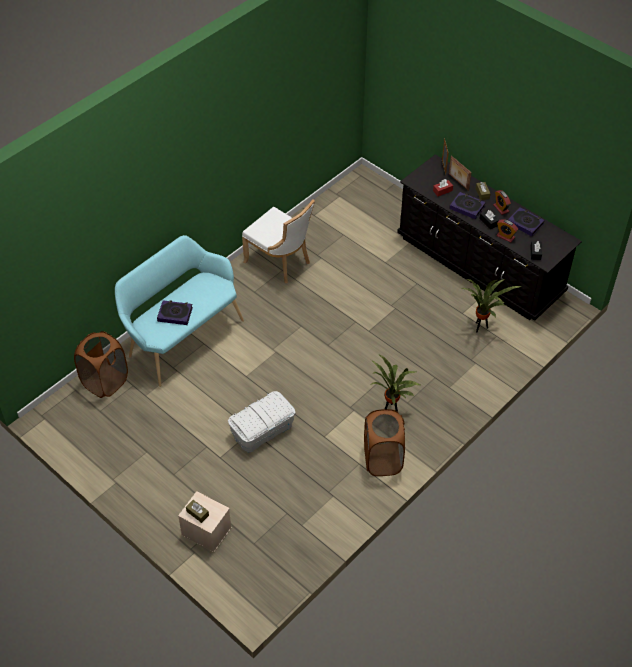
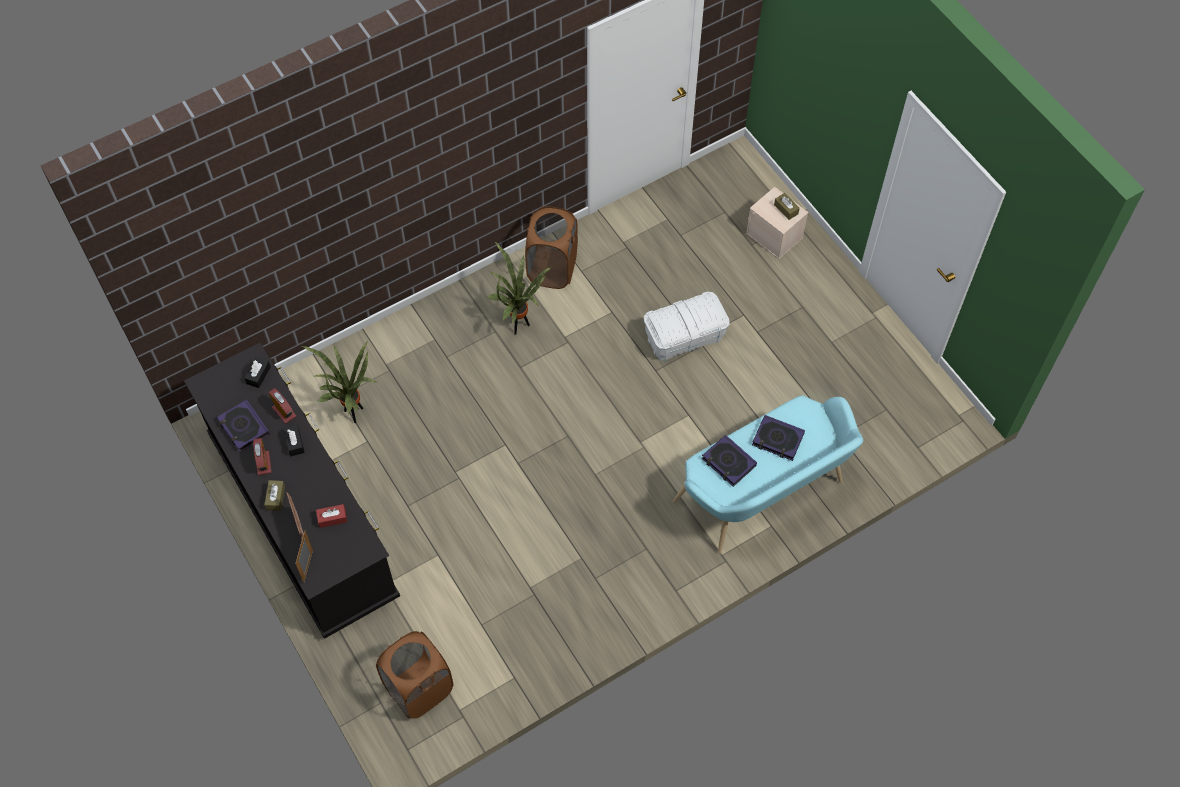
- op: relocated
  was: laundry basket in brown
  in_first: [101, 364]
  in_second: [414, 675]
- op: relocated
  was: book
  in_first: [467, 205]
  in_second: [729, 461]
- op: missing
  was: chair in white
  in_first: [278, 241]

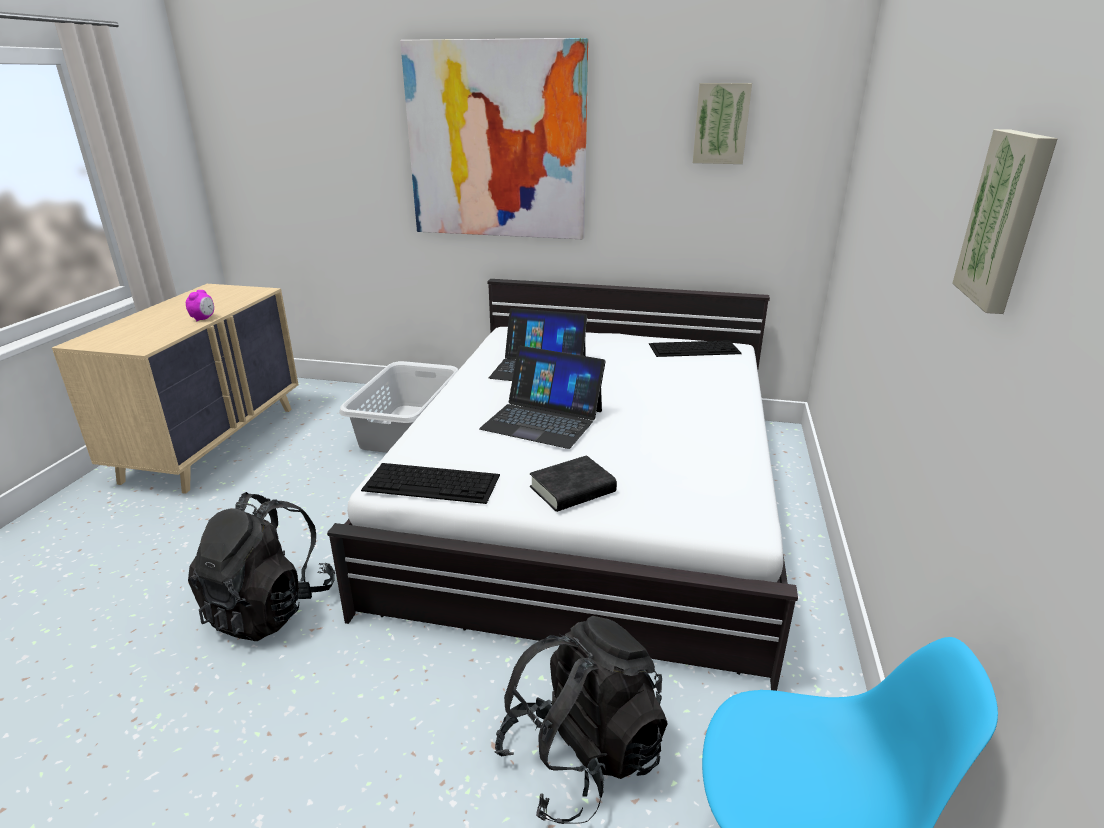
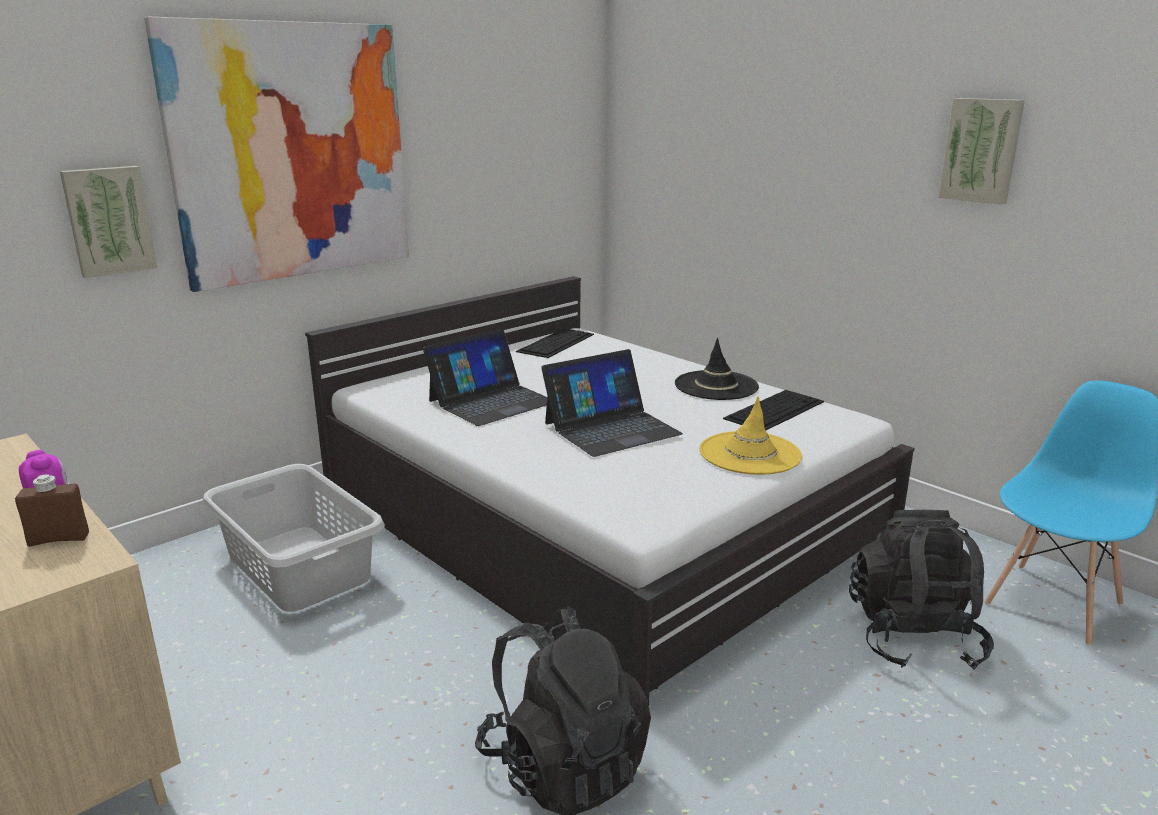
- op: appeared
  now: bottle in brown
  in_second: [52, 510]
- op: relocated
  was: picture
  in_first: [722, 123]
  in_second: [108, 222]
- op: appeared
  now: hat in black
  in_second: [717, 369]
- op: exchanged
  was: book in black
  now: hat in yellow
  in_first: [573, 483]
  in_second: [750, 436]
- op: relocated
  was: keyboard
  in_first: [430, 483]
  in_second: [773, 410]

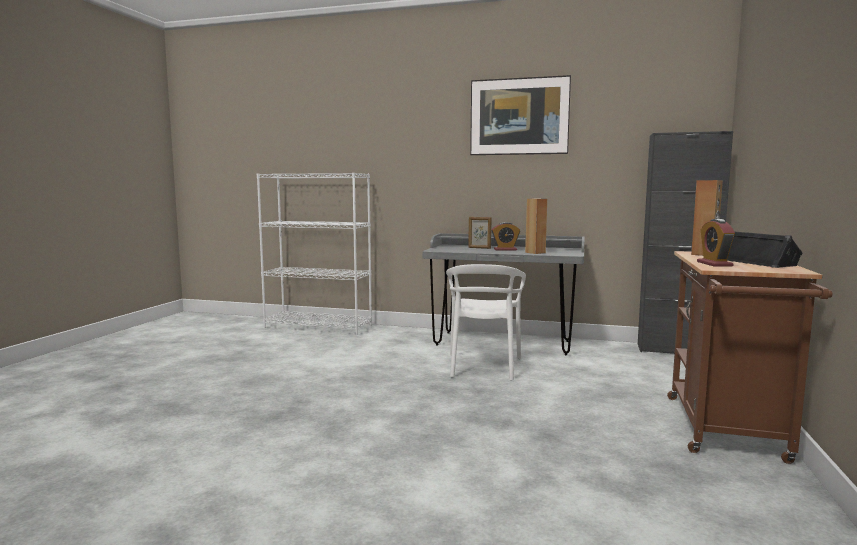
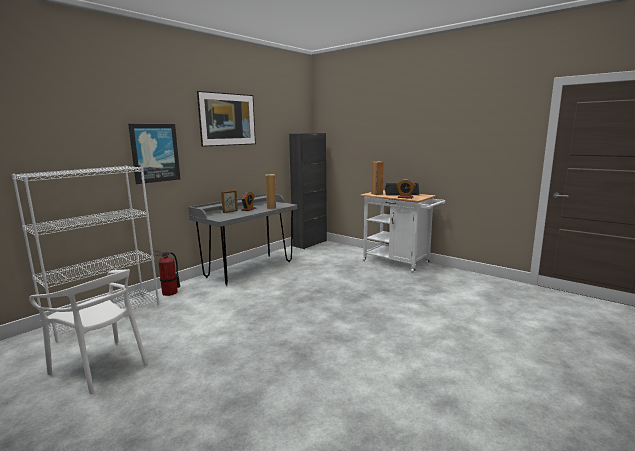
- op: relocated
  was: chair in white
  in_first: [486, 322]
  in_second: [88, 331]
- op: appeared
  now: picture
  in_second: [154, 154]
- op: appeared
  now: fire extinguisher
  in_second: [167, 273]
- op: colour
  was: cart in brown
  now: cart in white
  in_first: [749, 357]
  in_second: [402, 231]

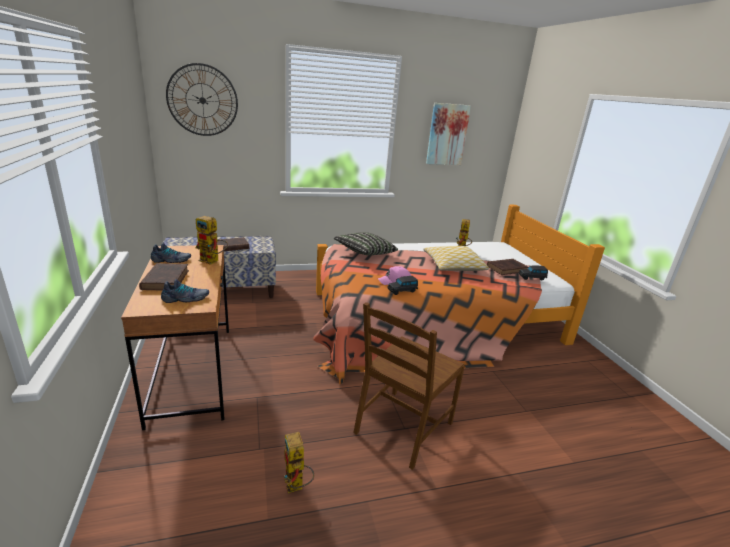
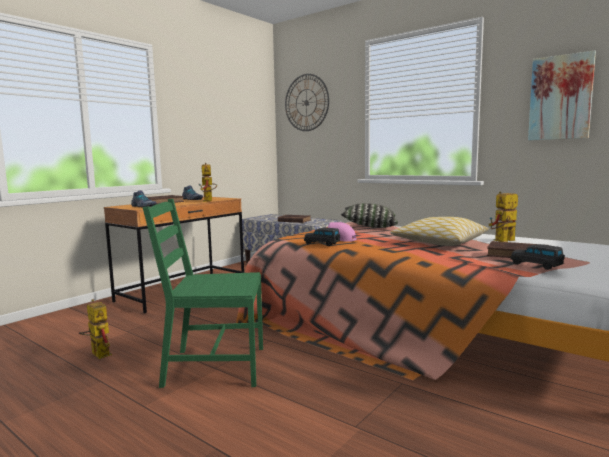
- op: spun
  was: toy robot
  in_first: [299, 462]
  in_second: [95, 329]
  clockwise: 105
- op: colour
  was: chair in brown
  now: chair in green
  in_first: [409, 386]
  in_second: [203, 293]

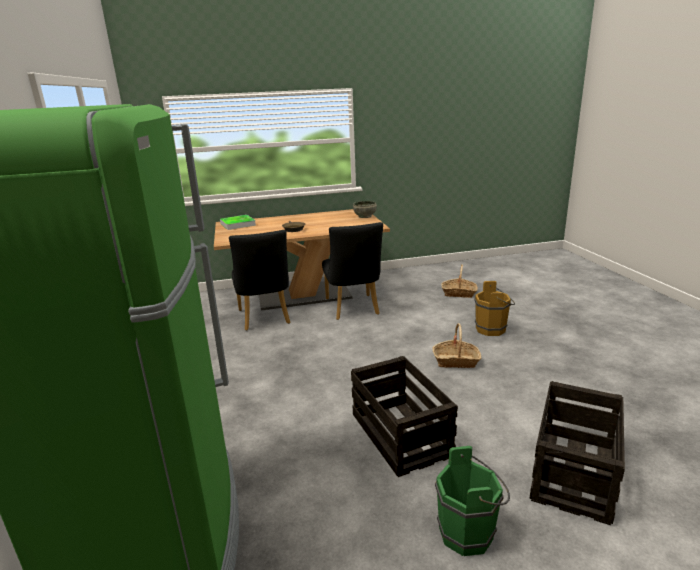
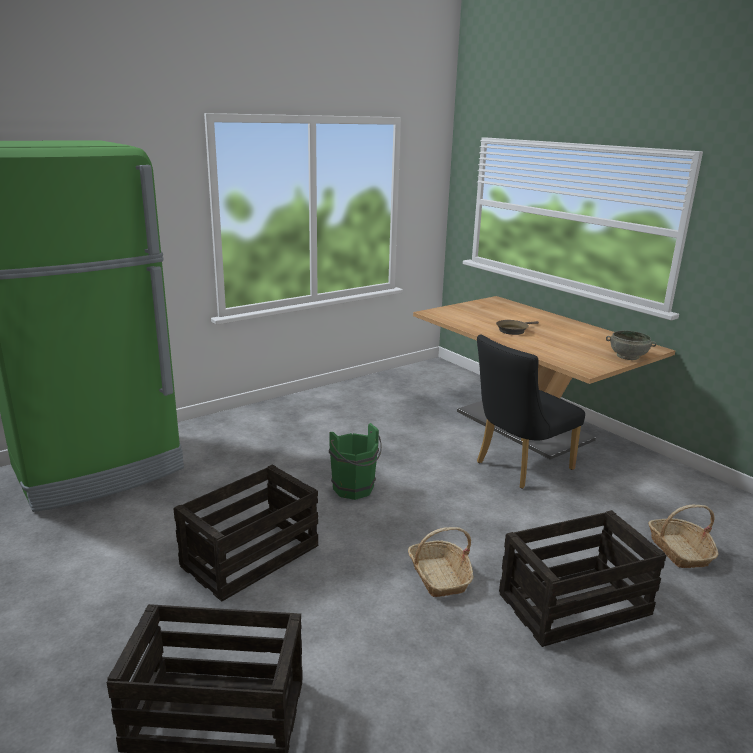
- op: relocated
  was: bucket in green
  in_first: [472, 501]
  in_second: [355, 461]
- op: exchanged
  was: bucket in brown
  now: crate
  in_first: [494, 308]
  in_second: [583, 578]
- op: missing
  was: tray
  in_first: [238, 222]
- op: missing
  was: chair in black
  in_first: [259, 280]

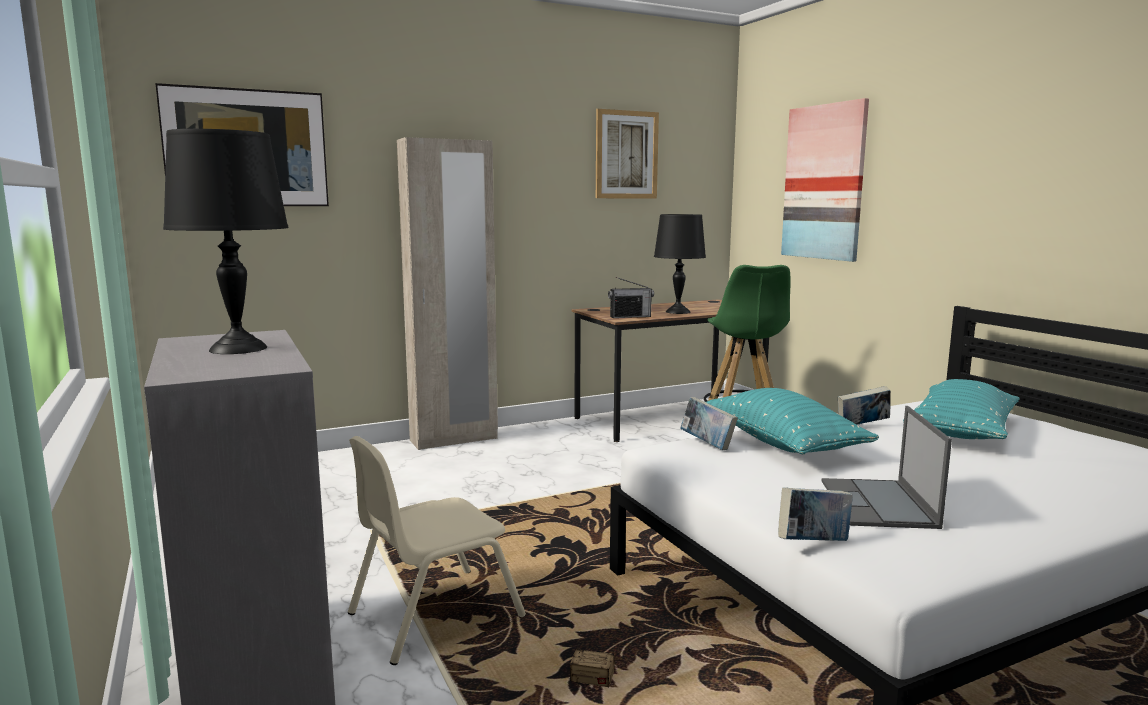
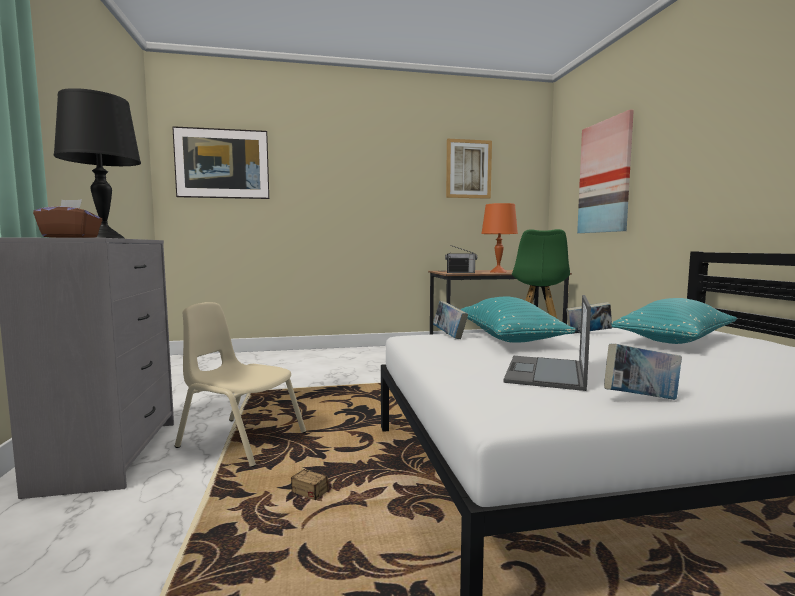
- op: appeared
  now: tissue box in brown
  in_second: [67, 218]
- op: spun
  was: chair in beige
  in_first: [437, 550]
  in_second: [240, 384]
  clockwise: 45
- op: colour
  was: table lamp in black
  now: table lamp in orange
  in_first: [680, 264]
  in_second: [499, 238]
- op: relocated
  was: book
  in_first: [815, 514]
  in_second: [643, 372]
- op: missing
  was: wardrobe in beige
  in_first: [447, 293]

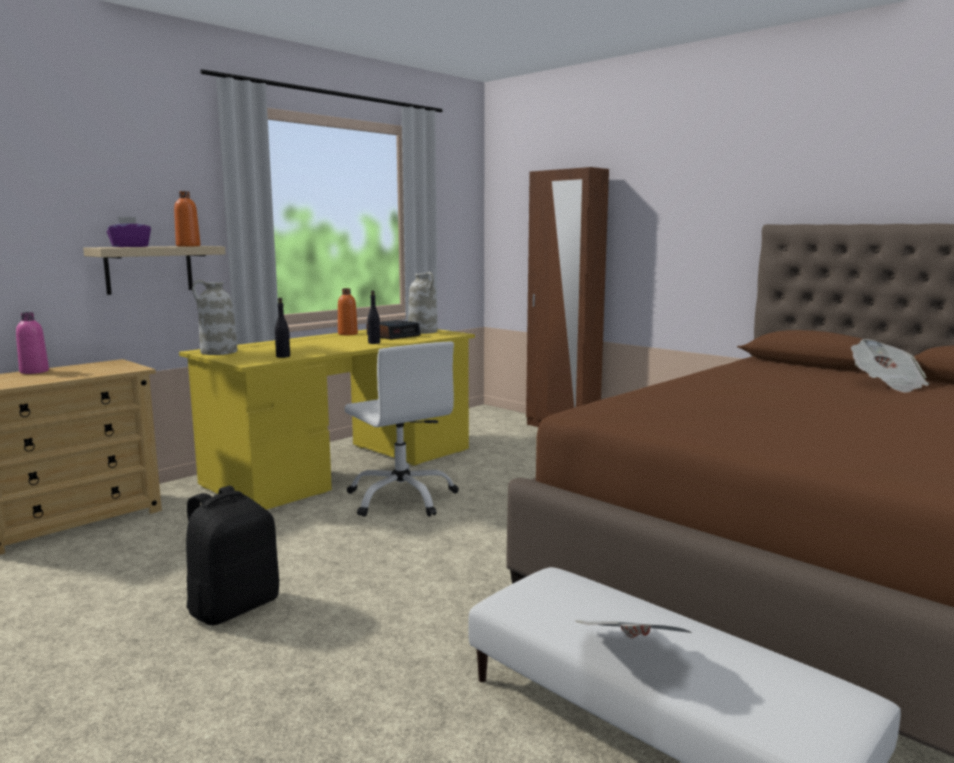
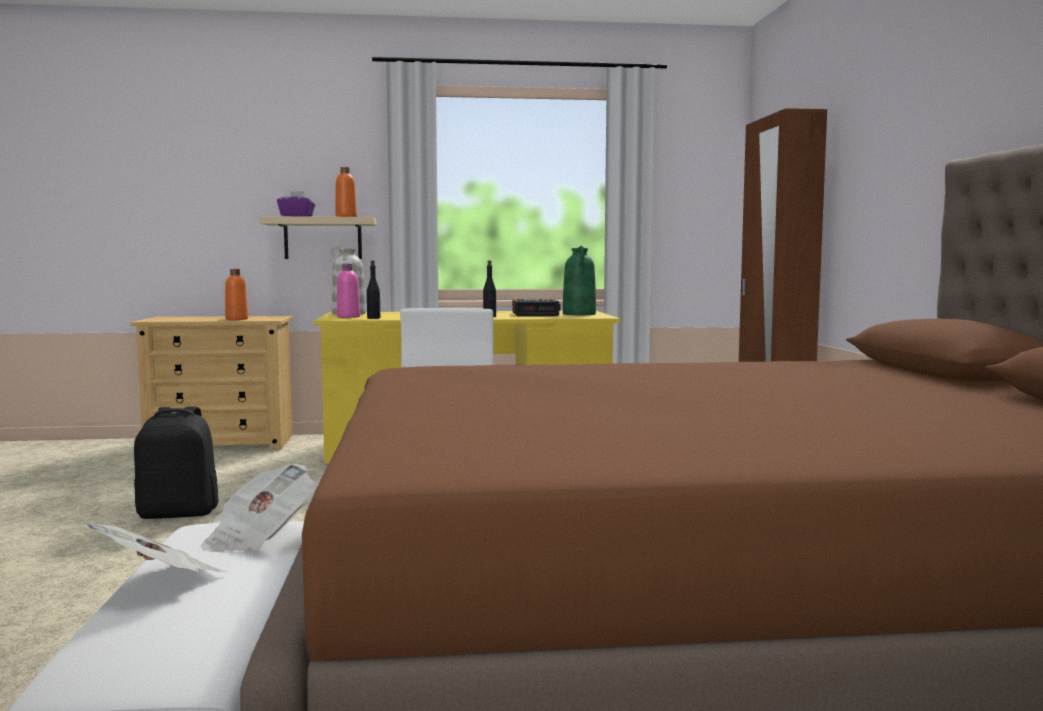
- op: relocated
  was: newspaper
  in_first: [890, 365]
  in_second: [259, 508]
- op: relocated
  was: bottle in orange
  in_first: [348, 311]
  in_second: [236, 294]
- op: relocated
  was: bottle in pink
  in_first: [32, 343]
  in_second: [348, 291]
- op: colour
  was: vase in white
  now: vase in green
  in_first: [423, 303]
  in_second: [579, 280]

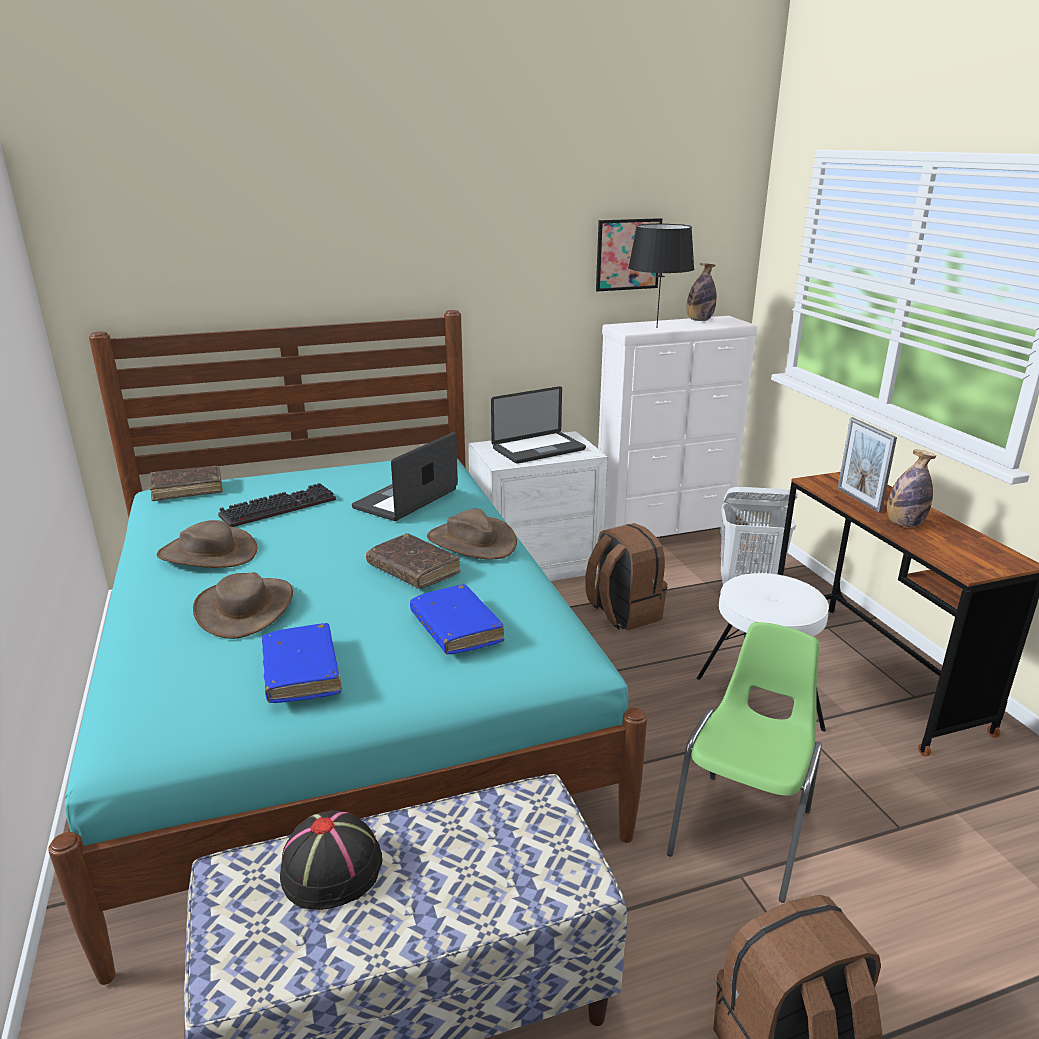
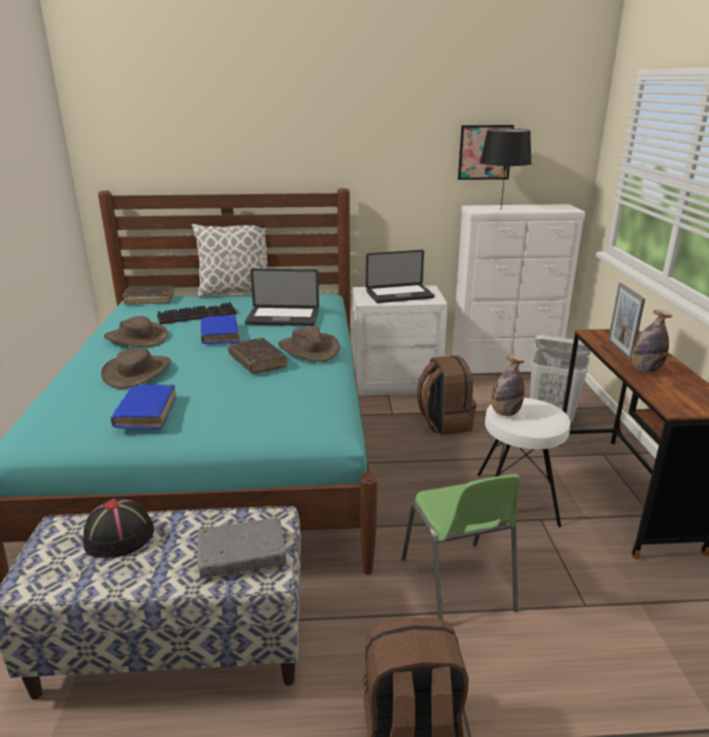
- op: appeared
  now: pillow
  in_second: [230, 261]
- op: appeared
  now: book in grey
  in_second: [241, 548]
- op: relocated
  was: book in blue
  in_first: [457, 619]
  in_second: [220, 329]
- op: spun
  was: laptop
  in_first: [405, 476]
  in_second: [282, 297]
  clockwise: -135
- op: spun
  was: chair in green
  in_first: [744, 762]
  in_second: [461, 547]
  clockwise: 120
- op: relocated
  was: bottle
  in_first: [702, 292]
  in_second: [507, 385]

